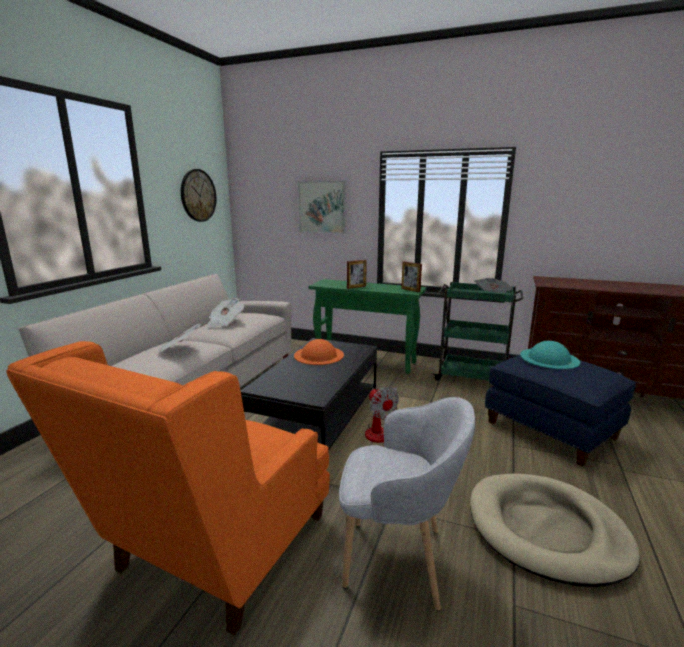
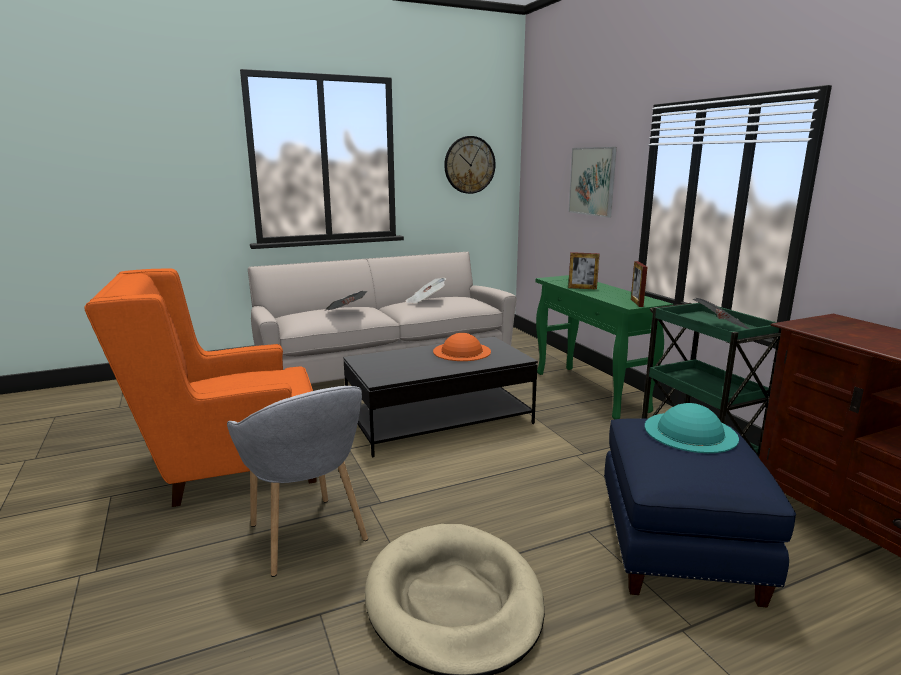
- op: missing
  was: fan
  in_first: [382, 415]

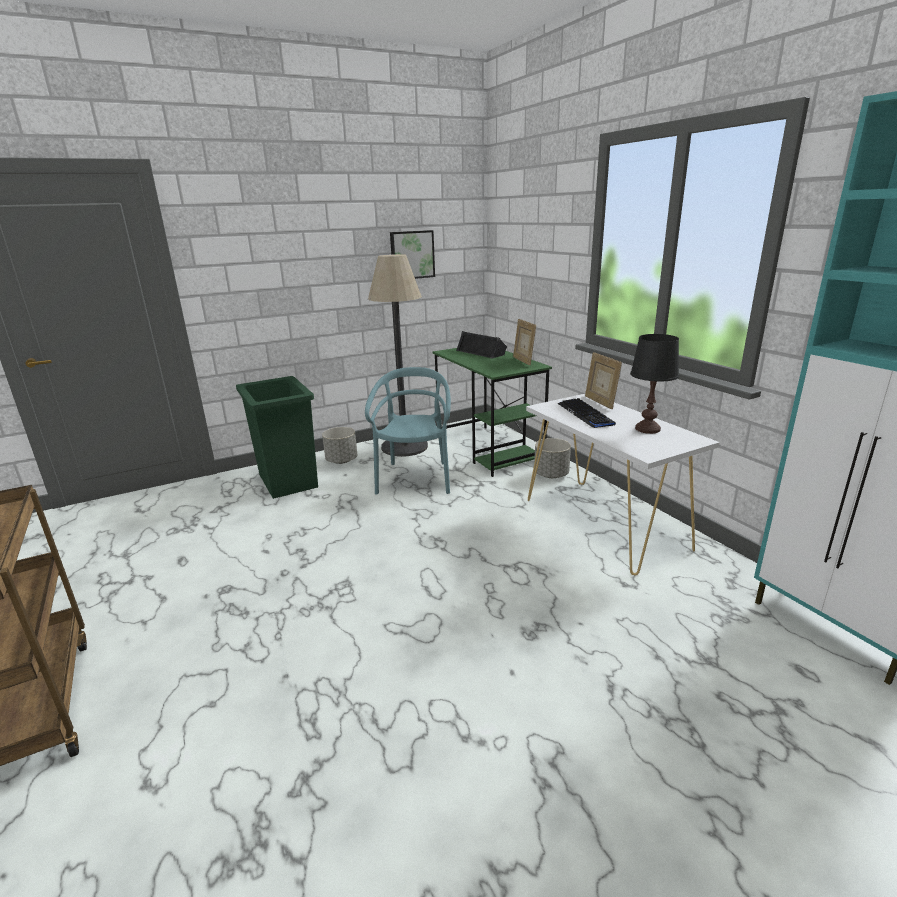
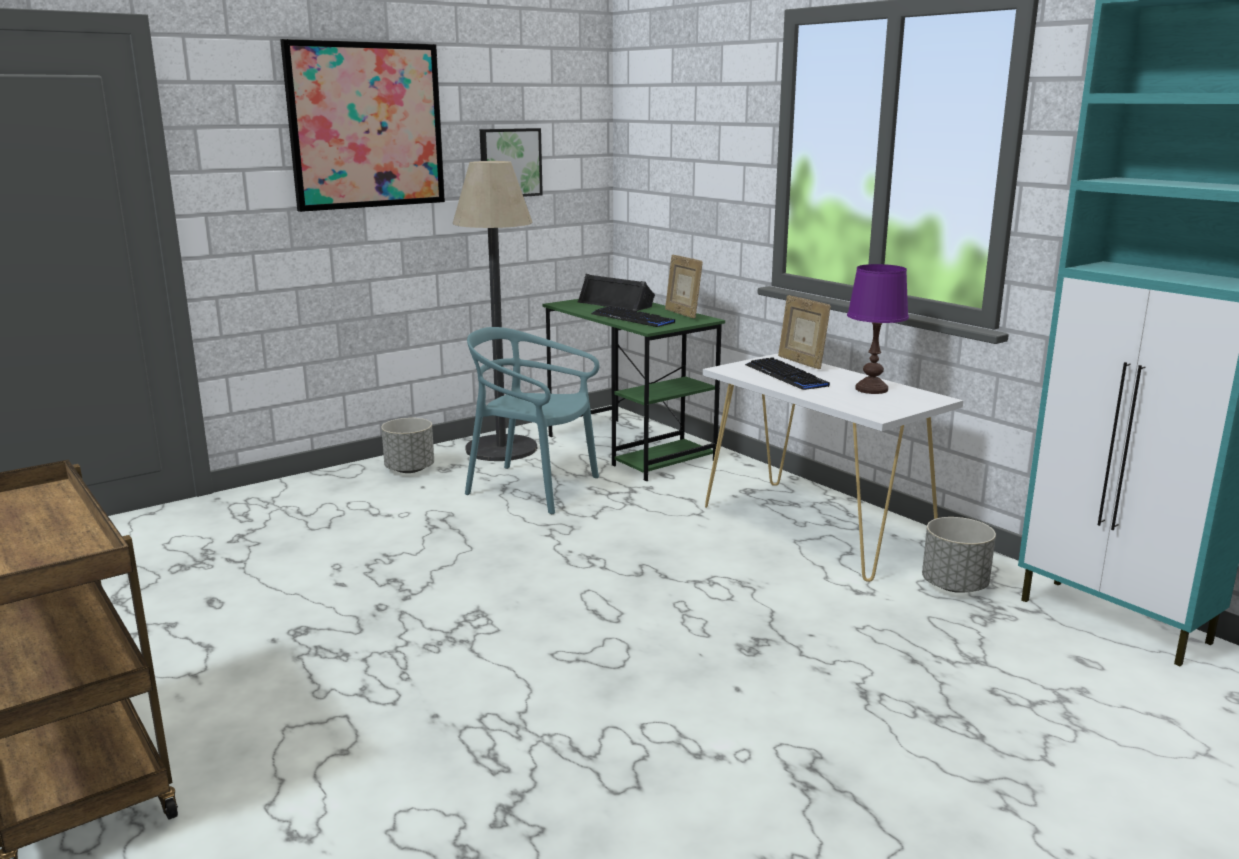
- op: appeared
  now: picture
  in_second: [362, 125]
- op: spun
  was: chair in turquoise
  in_first: [408, 431]
  in_second: [532, 420]
  clockwise: -60
- op: appeared
  now: keyboard
  in_second: [633, 316]
- op: colour
  was: table lamp in black
  now: table lamp in purple
  in_first: [654, 384]
  in_second: [878, 329]
- op: relocated
  was: planter in grey
  in_first: [552, 458]
  in_second: [959, 555]
- op: missing
  was: trash can in green
  in_first: [277, 437]

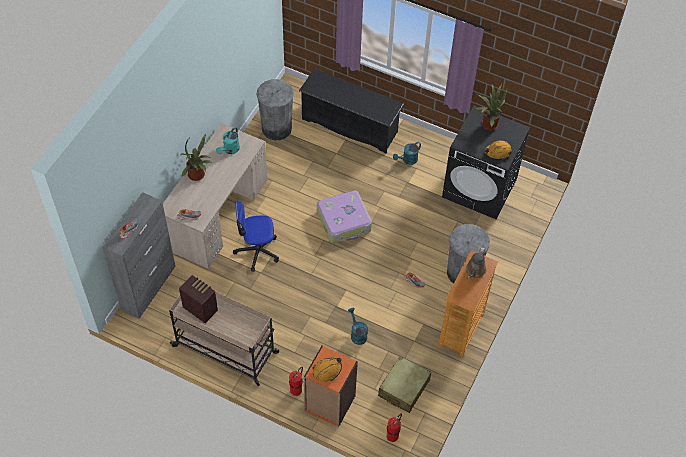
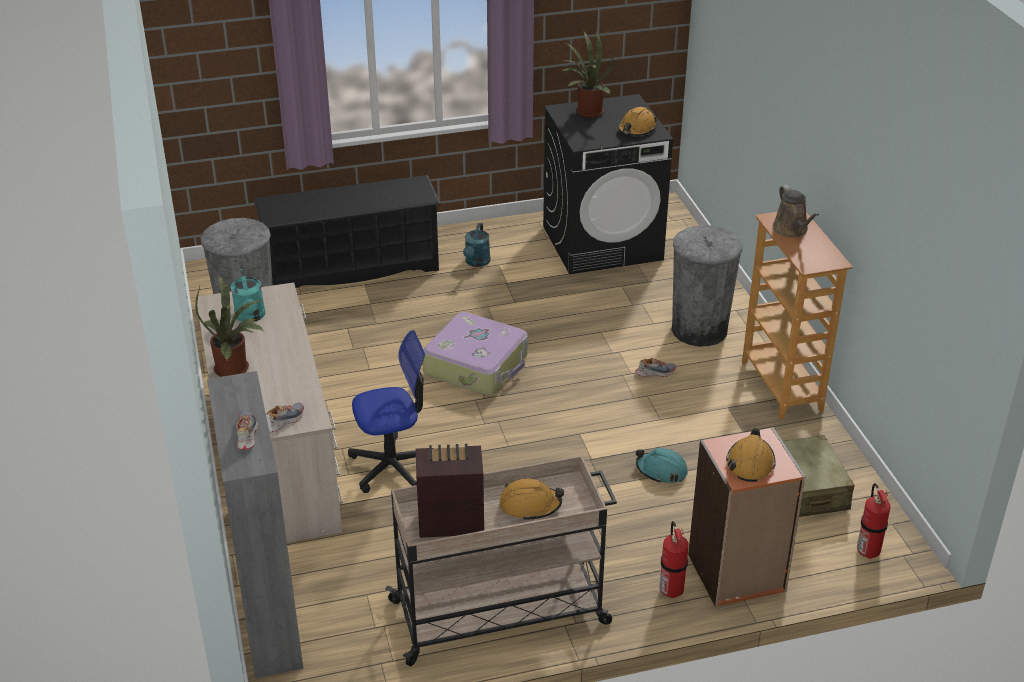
- op: spun
  was: office chair
  in_first: [256, 236]
  in_second: [391, 411]
  clockwise: -150
- op: appeared
  now: hard hat in orange
  in_second: [532, 499]
- op: exchanged
  was: watering can in turquoise
  now: hard hat in turquoise
  in_first: [358, 326]
  in_second: [662, 465]

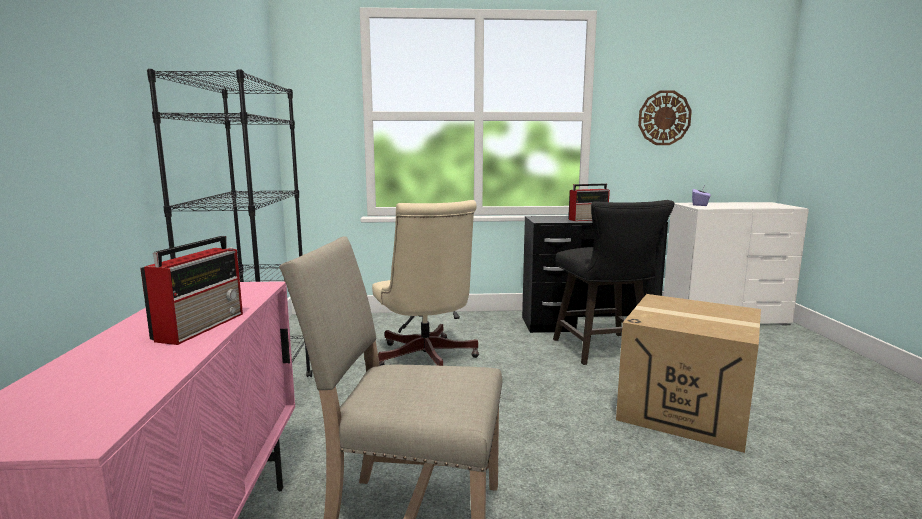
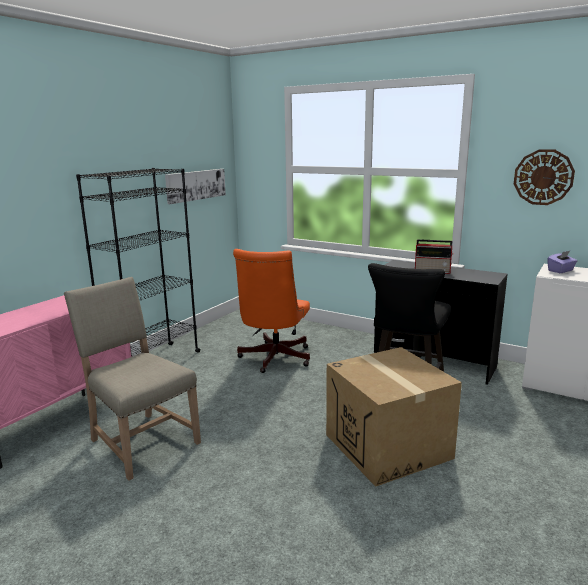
- op: appeared
  now: picture
  in_second: [195, 186]
- op: colour
  was: office chair in beige
  now: office chair in orange
  in_first: [425, 283]
  in_second: [271, 311]
- op: missing
  was: radio
  in_first: [191, 290]

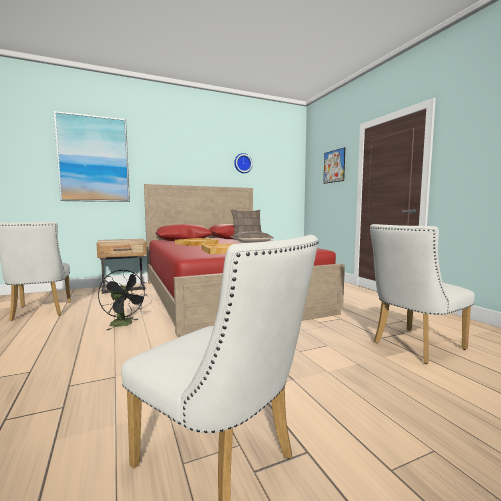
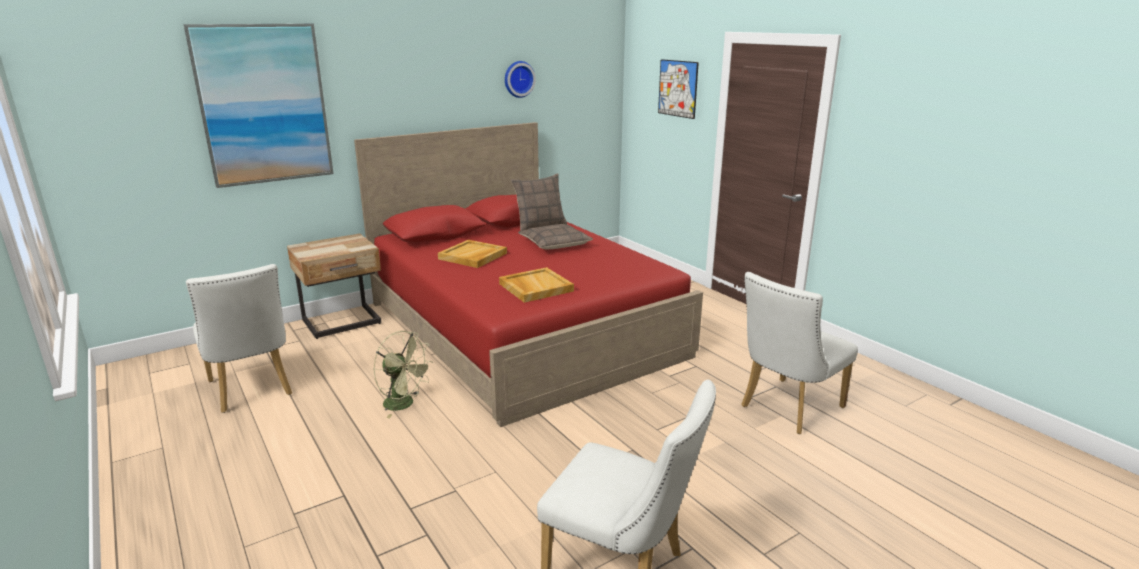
- op: colour
  was: fan in black
  now: fan in green
  in_first: [122, 300]
  in_second: [403, 374]

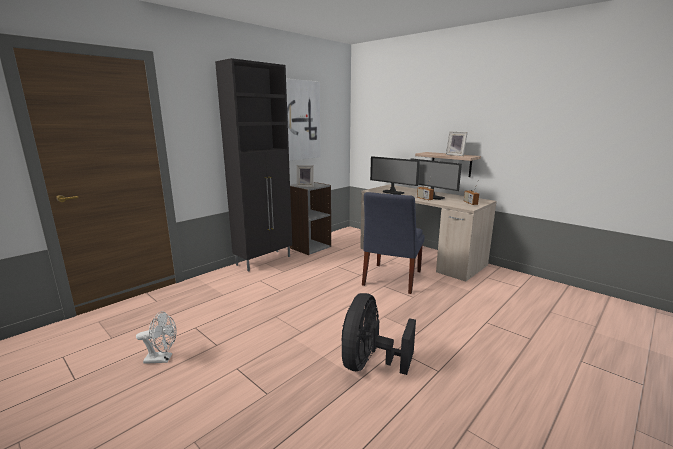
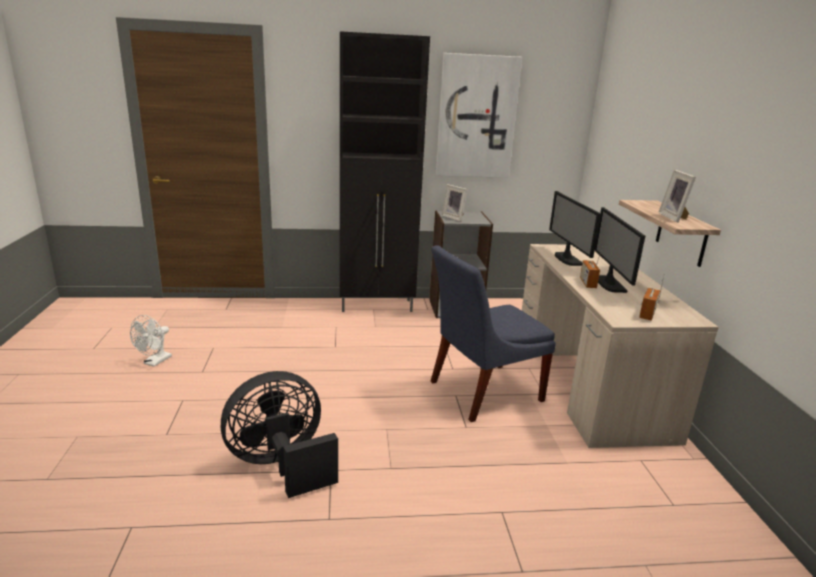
- op: spun
  was: fan in white
  in_first: [156, 338]
  in_second: [151, 341]
  clockwise: 75

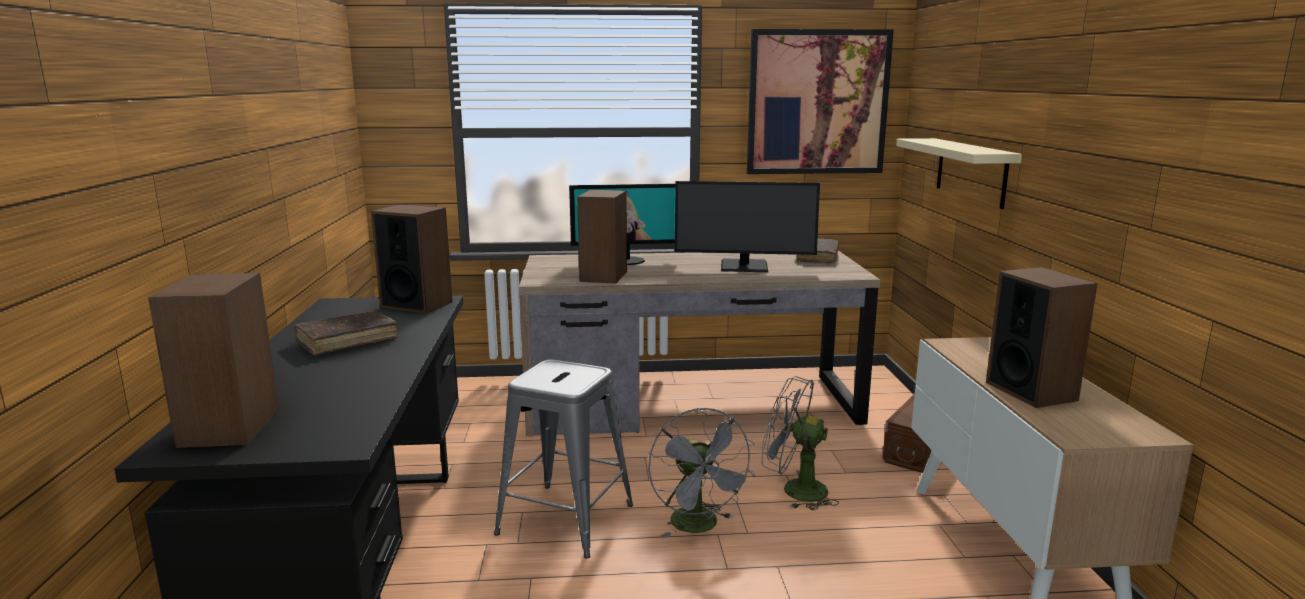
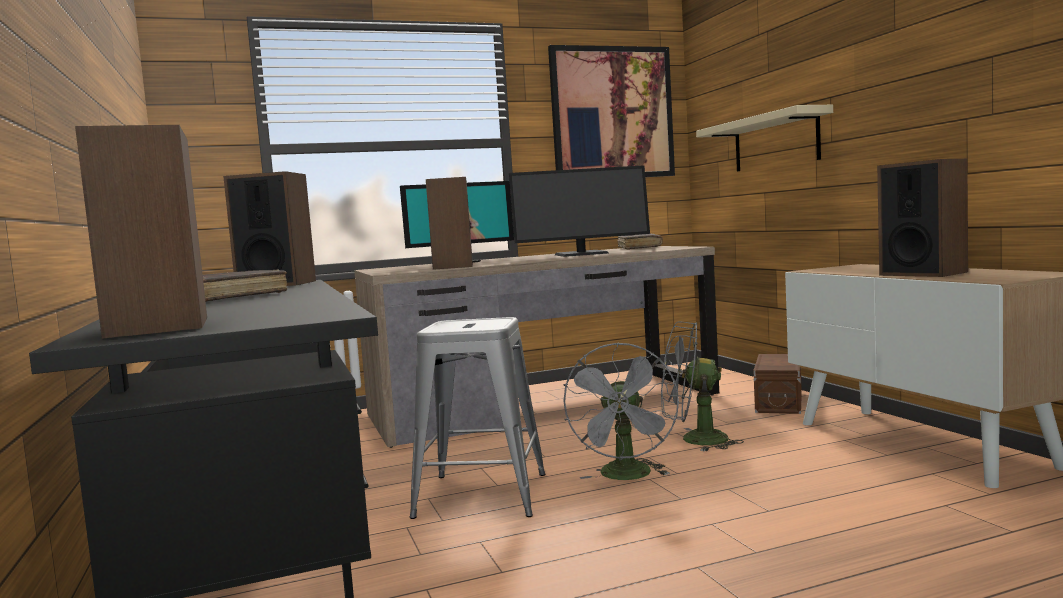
- op: spun
  was: fan in grey
  in_first: [701, 473]
  in_second: [621, 411]
  clockwise: 45

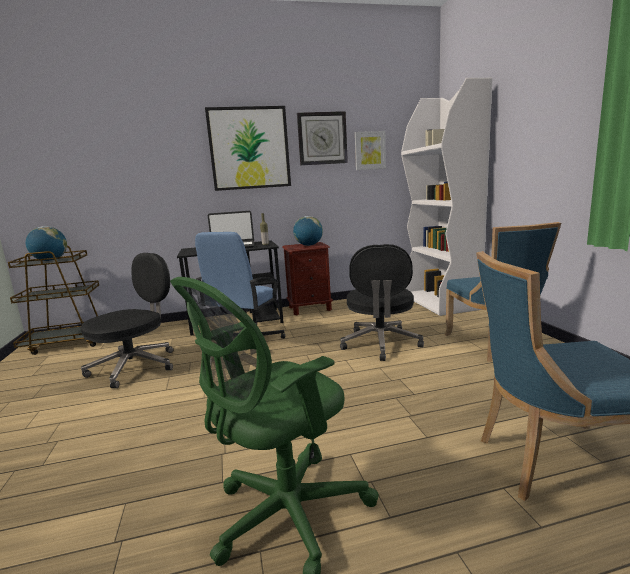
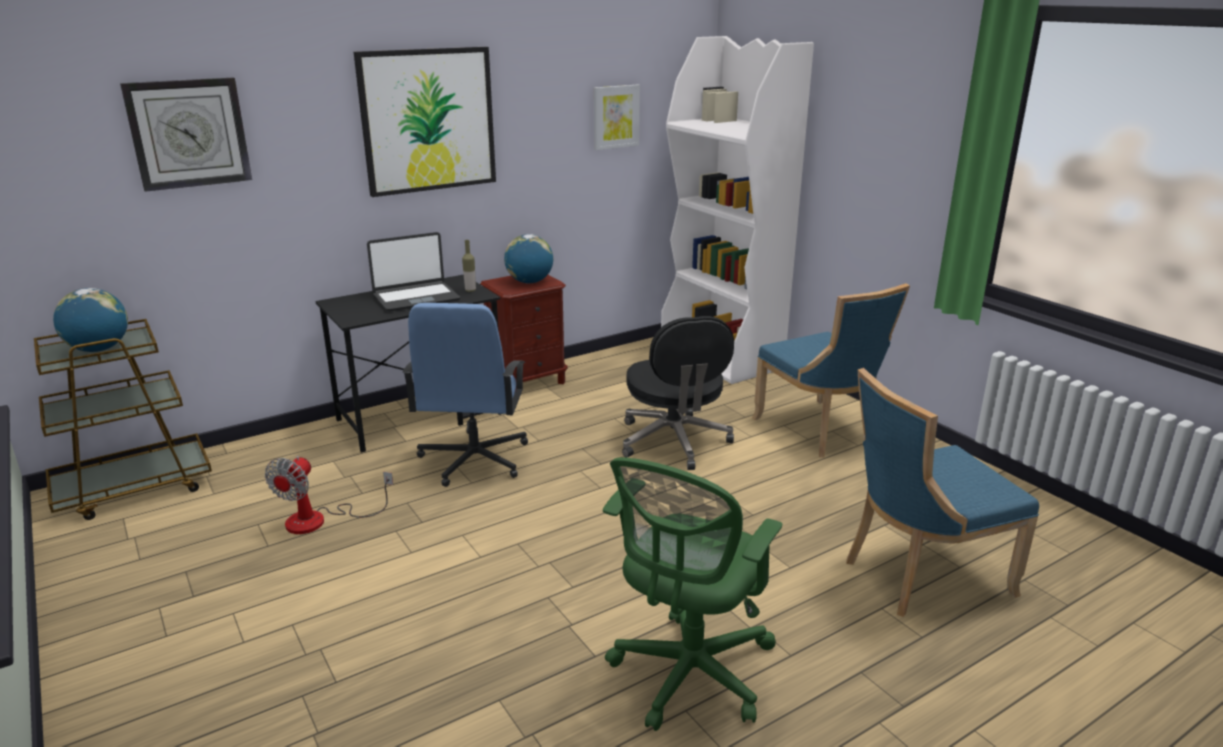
- op: relocated
  was: wall clock
  in_first: [322, 138]
  in_second: [186, 135]
- op: exchanged
  was: office chair in black
  now: fan
  in_first: [127, 320]
  in_second: [329, 495]

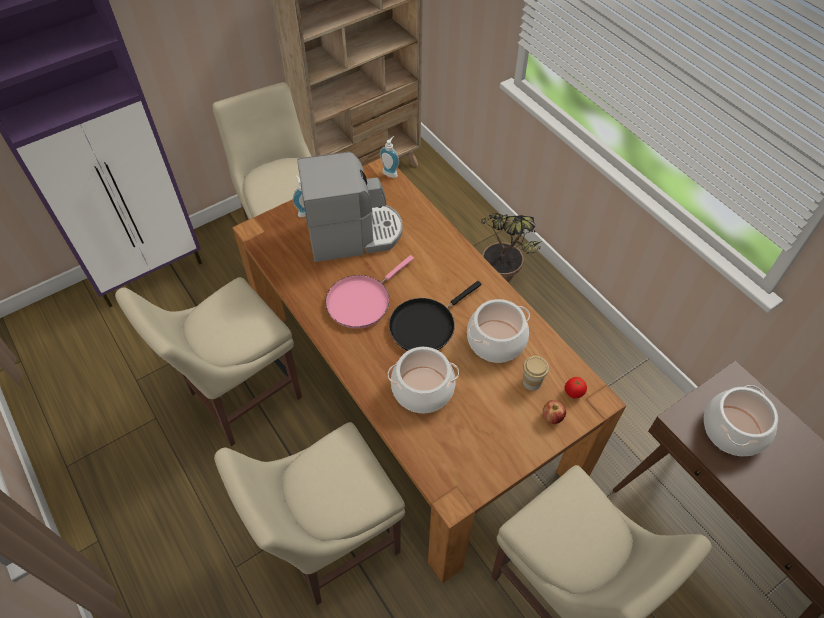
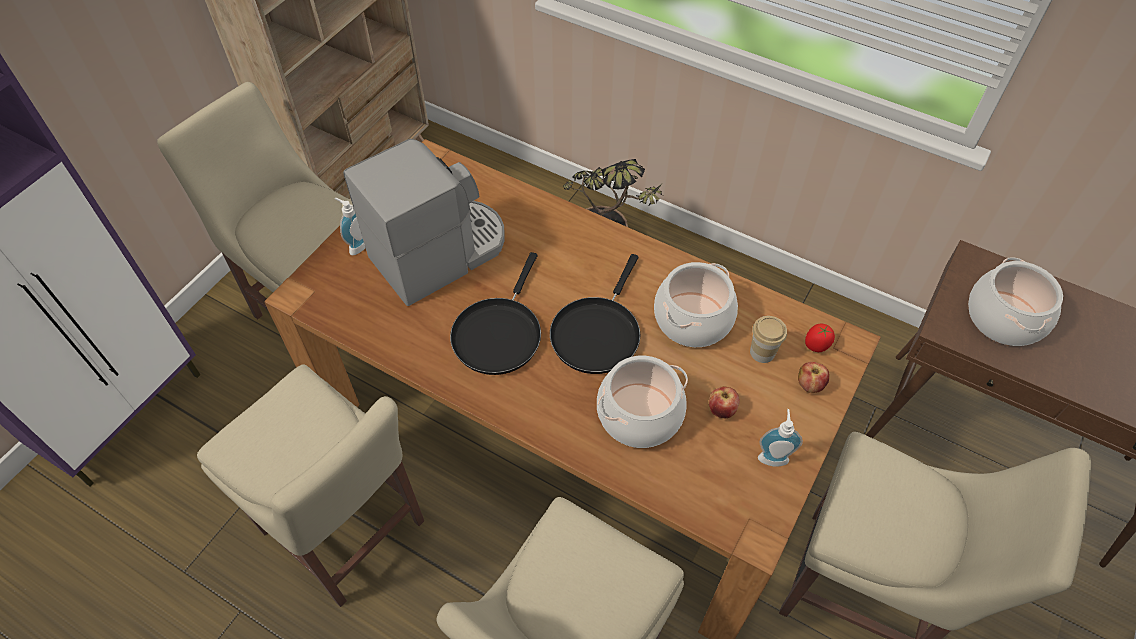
- op: spun
  was: chair in beige
  in_first: [208, 361]
  in_second: [310, 486]
  clockwise: -75
- op: colour
  was: frying pan in pink
  now: frying pan in black
  in_first: [369, 292]
  in_second: [495, 313]
- op: appeared
  now: apple
  in_second: [724, 402]
- op: relocated
  was: soap dispenser
  in_first: [389, 157]
  in_second: [780, 438]

